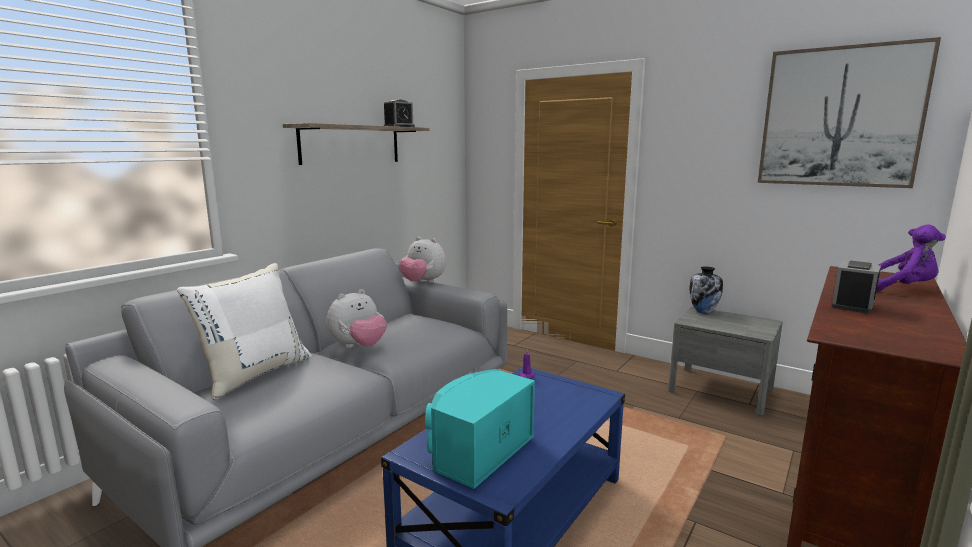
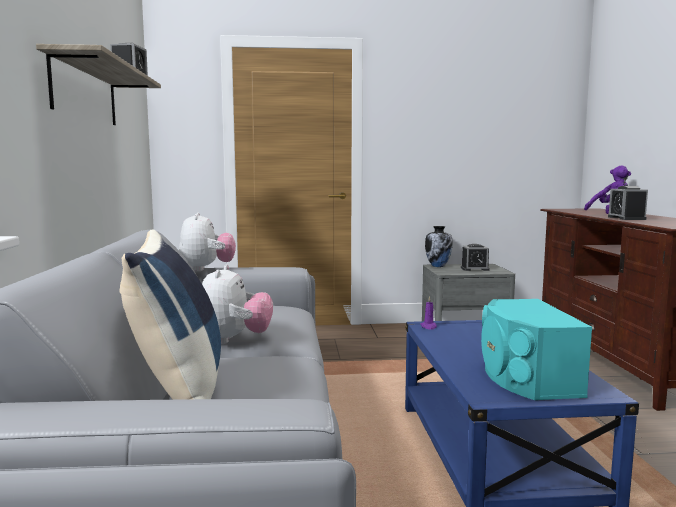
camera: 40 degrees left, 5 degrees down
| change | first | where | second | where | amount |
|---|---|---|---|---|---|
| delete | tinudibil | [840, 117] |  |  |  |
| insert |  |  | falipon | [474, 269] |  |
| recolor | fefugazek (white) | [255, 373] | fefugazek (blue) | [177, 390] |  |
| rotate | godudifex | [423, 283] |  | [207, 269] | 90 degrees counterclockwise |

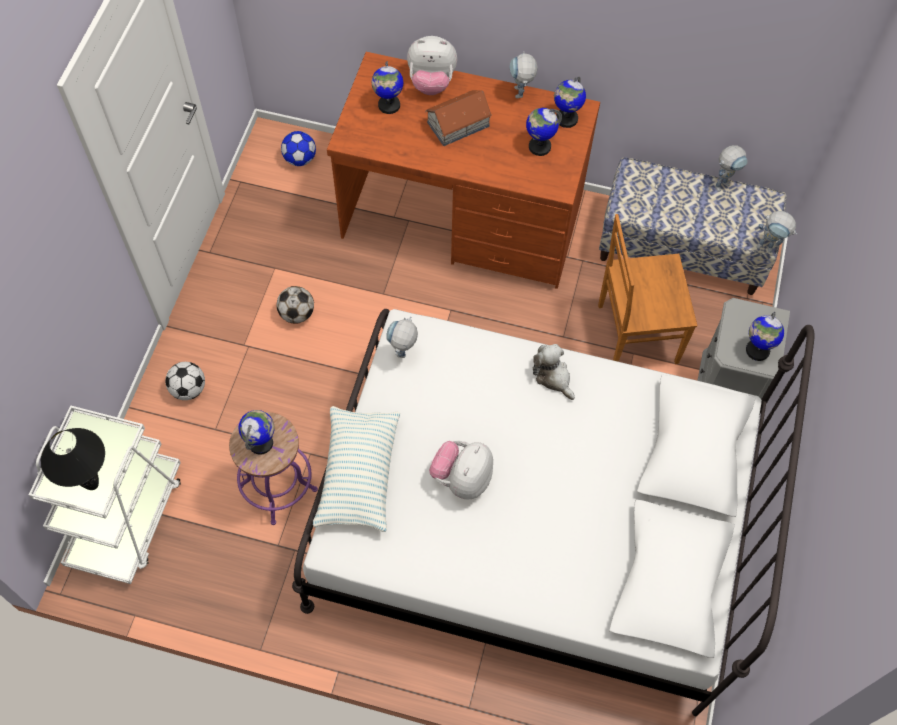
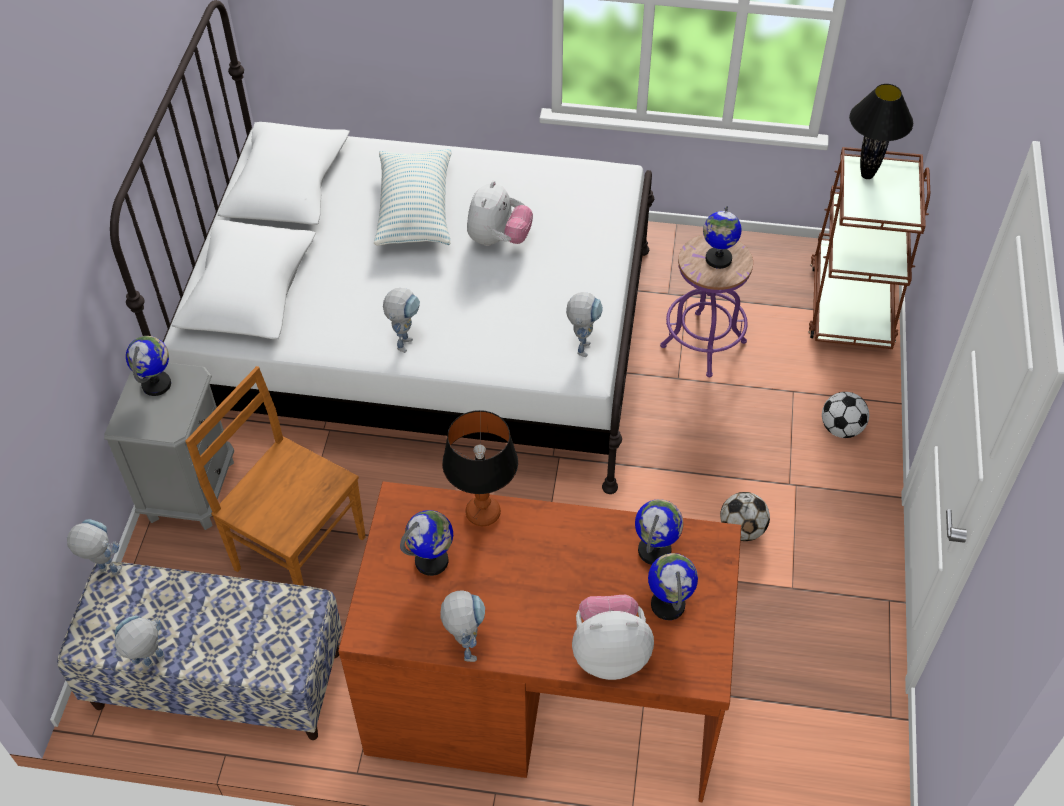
camera: 175 degrees right, 10 degrees down
| change | first | where | second | where | amount |
|---|---|---|---|---|---|
| delete | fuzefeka | [300, 159] |  |  |  |
| delete | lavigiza | [459, 124] |  |  |  |
| insert |  |  | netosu | [483, 513] |  |
| move | fefugazek | [358, 475] |  | [415, 210] |  |
| move | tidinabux | [566, 119] |  | [655, 550] |  |
| replace | godudifex | [553, 377] | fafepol | [405, 340] |  |
| recolor | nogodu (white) | [127, 517] | nogodu (brown) | [851, 303] |  |
| rotate | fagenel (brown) | [634, 334] |  | [297, 551] | 135 degrees counterclockwise |

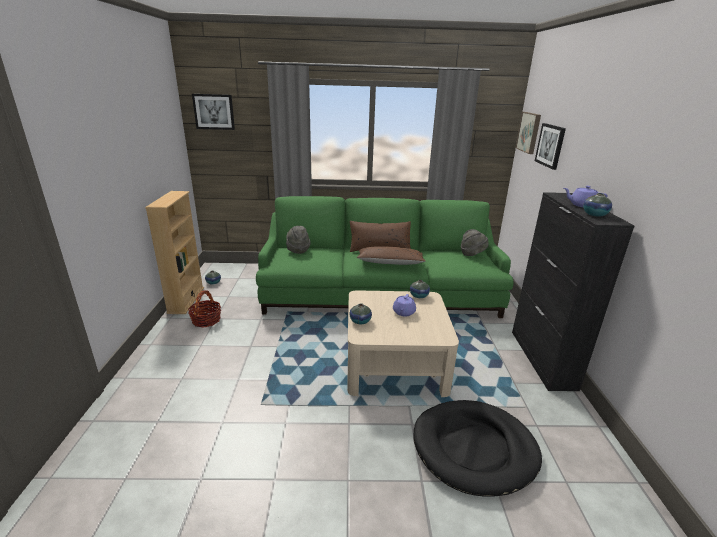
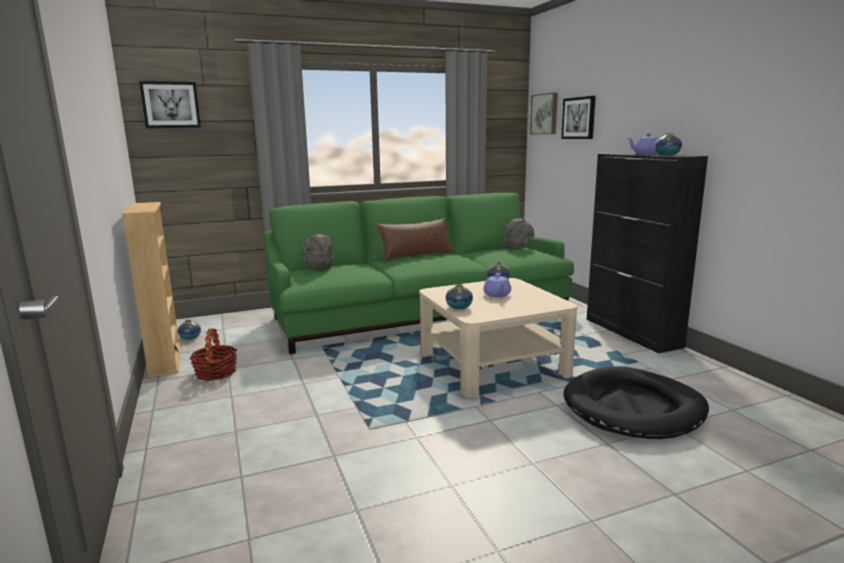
camera: 20 degrees left, 10 degrees down
| change | first | where | second | where | amount |
|---|---|---|---|---|---|
| delete | fefugazek (brown) | [390, 262] |  |  |  |

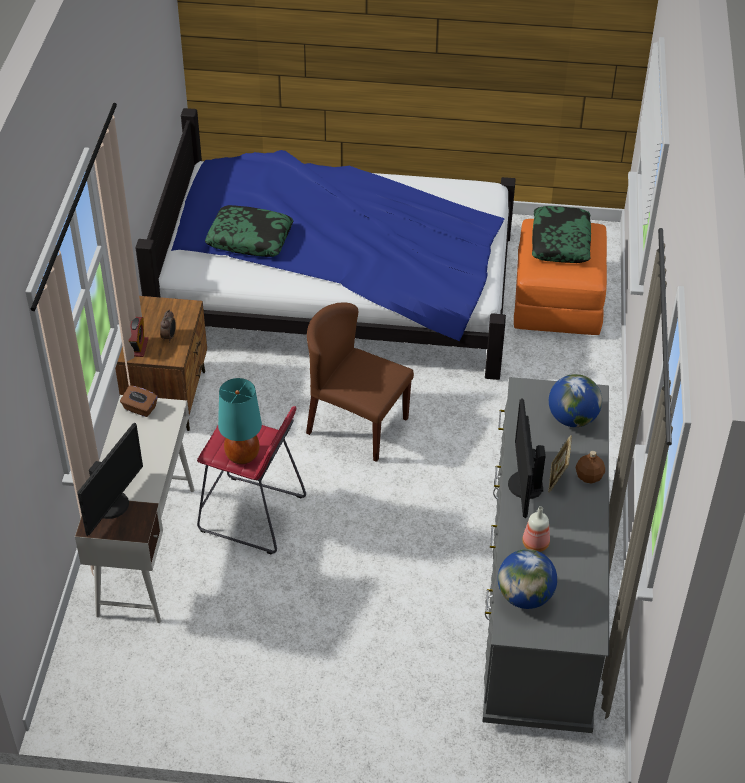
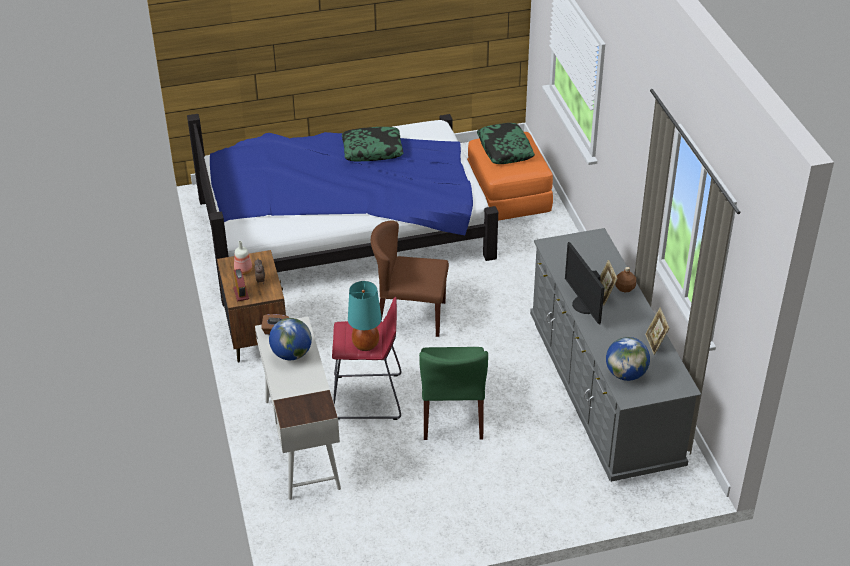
camera: 20 degrees left, 5 degrees down
| change | first | where | second | where | amount |
|---|---|---|---|---|---|
| delete | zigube | [112, 505] |  |  |  |
| insert |  |  | fagenel (green) | [453, 415] |  |
| insert |  |  | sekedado | [655, 344] |  |
| move | fefugazek | [250, 238] |  | [372, 150] |  |
| move | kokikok | [534, 543] |  | [243, 271] |  |
| move | tidinabux | [572, 419] |  | [291, 354] |  |

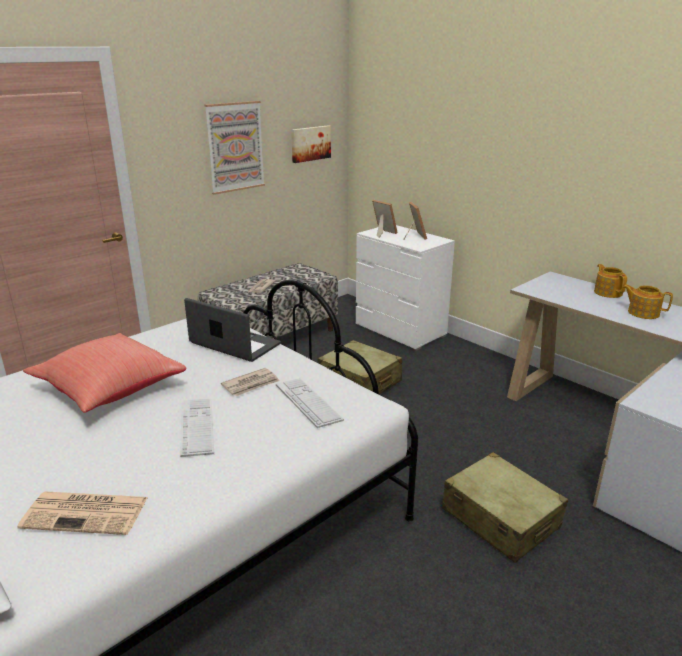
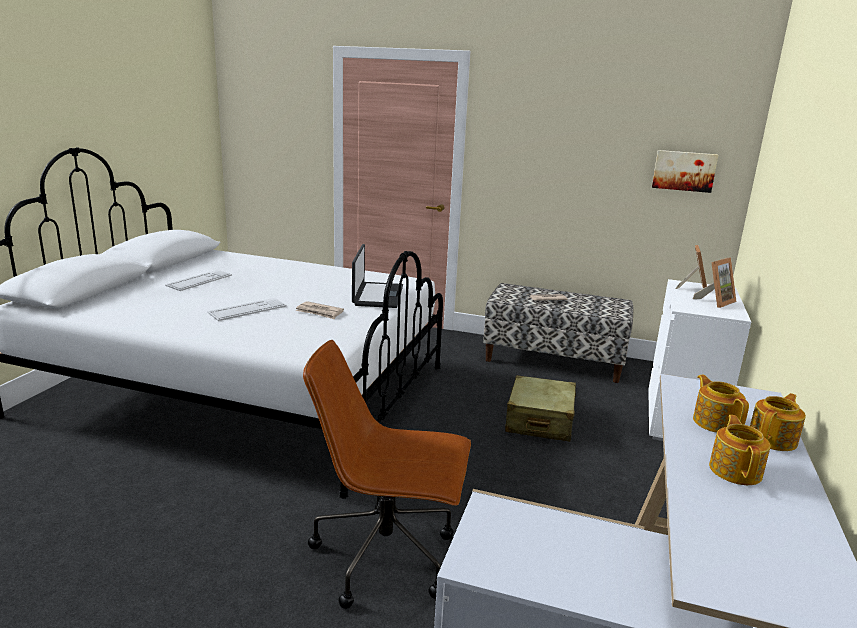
camera: 60 degrees right, 5 degrees down
| change | first | where | second | where | amount |
|---|---|---|---|---|---|
| delete | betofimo | [87, 512] |  |  |  |
| delete | fefugazek (red) | [108, 390] |  |  |  |
| delete | tinudibil | [235, 147] |  |  |  |
| insert |  |  | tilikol | [715, 422] |  |
| move | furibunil | [308, 402] |  | [199, 281] |  |
| replace | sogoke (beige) | [500, 518] | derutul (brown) | [387, 556] |  |

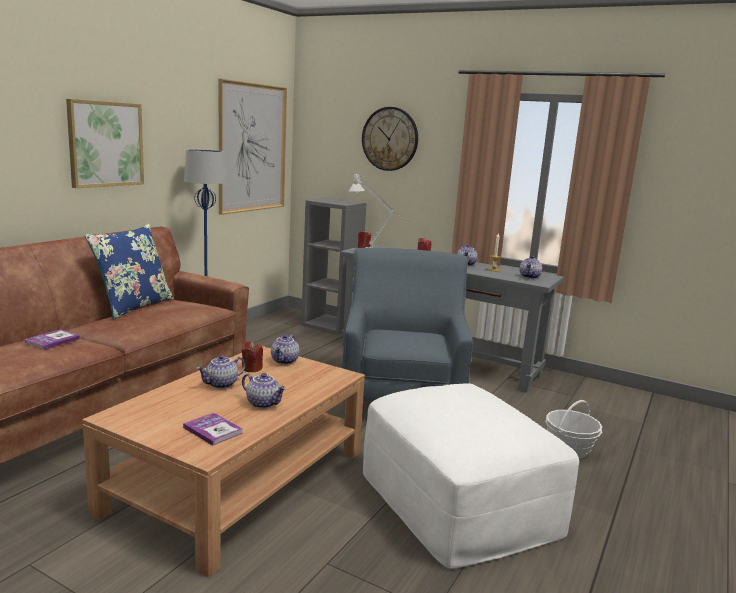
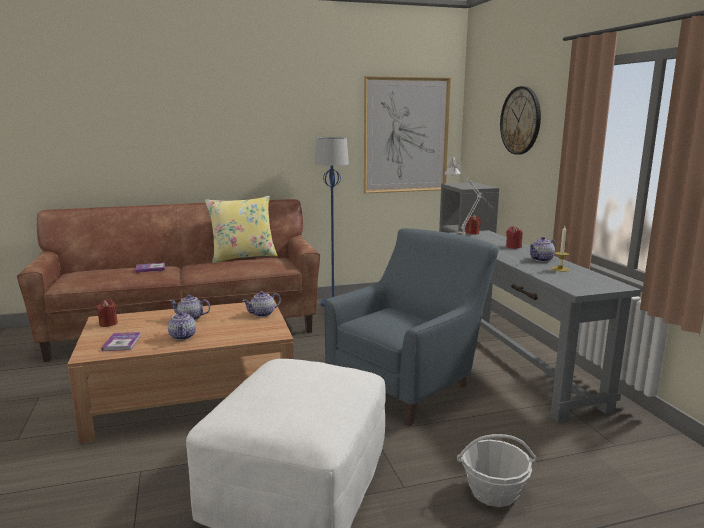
camera: 45 degrees right, 0 degrees up
| change | first | where | second | where | amount |
|---|---|---|---|---|---|
| delete | tinudibil | [105, 144] |  |  |  |
| delete | tilikol | [530, 277] |  |  |  |
| move | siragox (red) | [252, 368] |  | [108, 324] |  |
| recolor | fefugazek (blue) | [133, 306] | fefugazek (yellow) | [243, 257] |  |

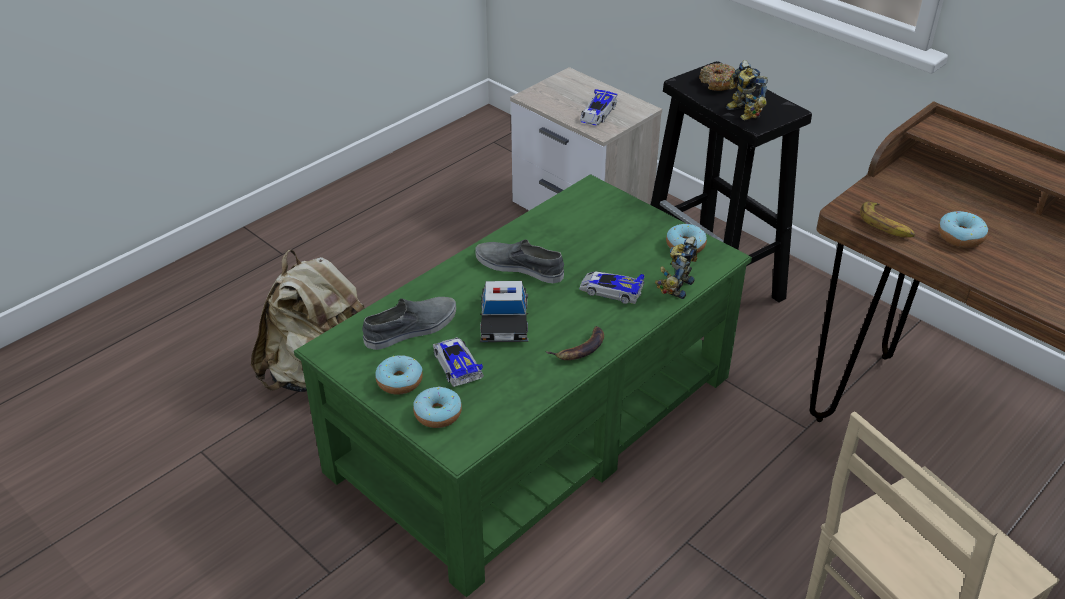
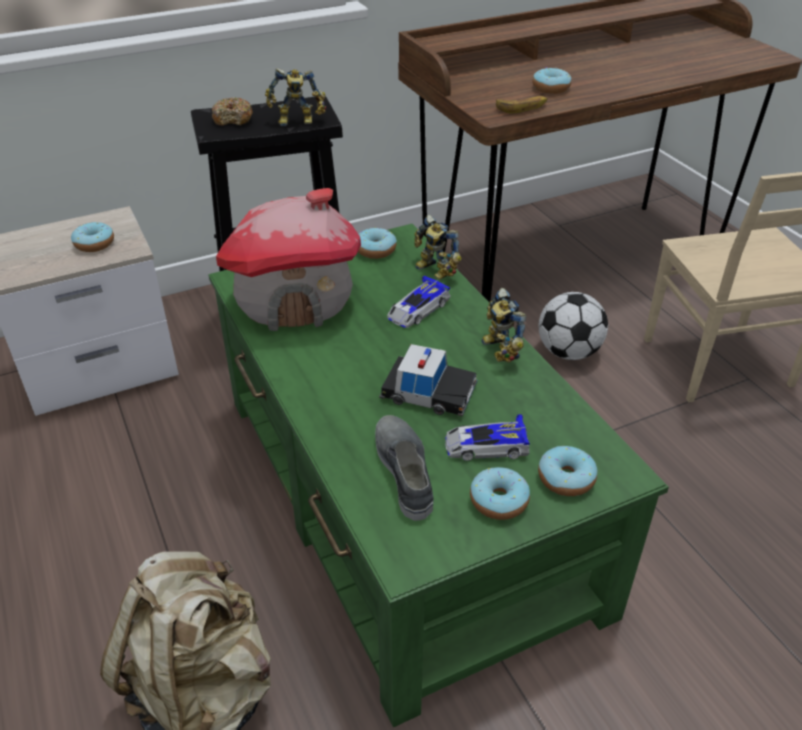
camera: 70 degrees left, 0 degrees up
| change | first | where | second | where | amount |
|---|---|---|---|---|---|
| delete | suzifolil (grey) | [520, 266] |  |  |  |
| insert |  |  | lavigiza | [296, 301] |  |
| insert |  |  | fuzefeka | [568, 352] |  |
| replace | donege | [580, 348] | fafepol | [497, 351] |  |
| replace | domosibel | [597, 113] | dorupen | [94, 244] |  |

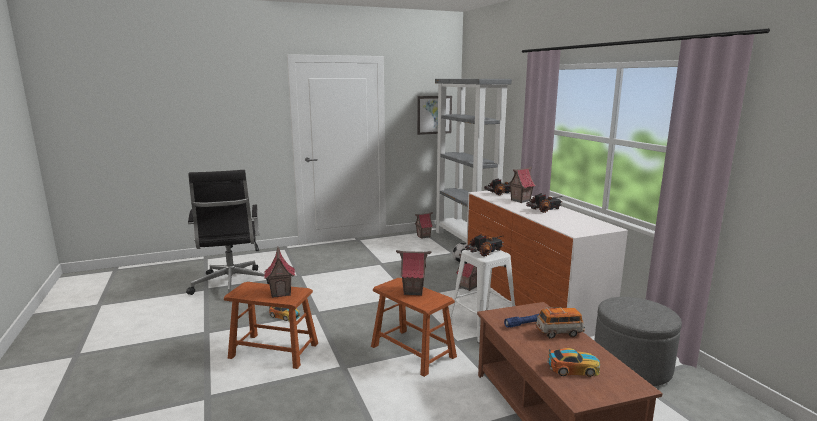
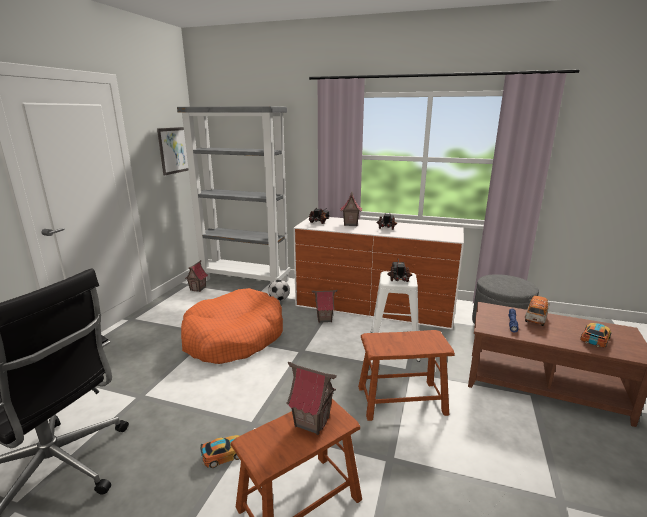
camera: 50 degrees left, 5 degrees up
| change | first | where | second | where | amount |
|---|---|---|---|---|---|
| delete | lavigiza | [413, 291] |  |  |  |
| insert |  |  | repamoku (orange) | [234, 337] |  |

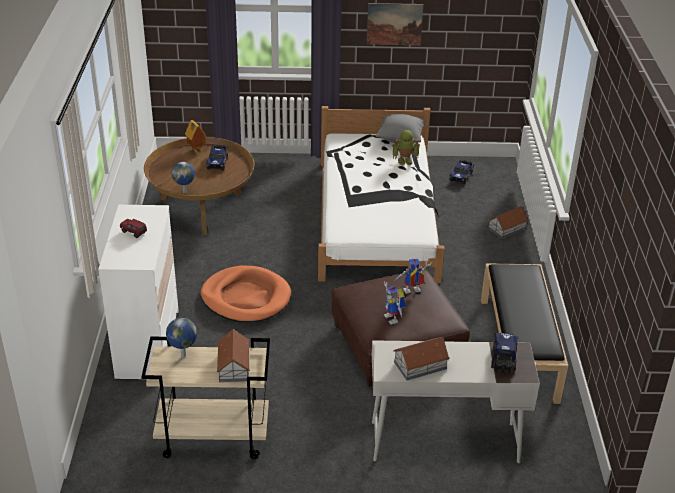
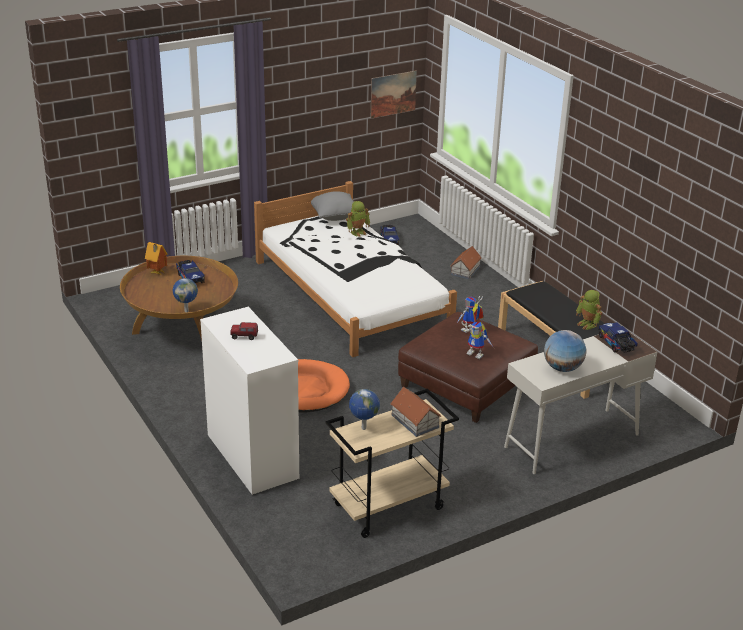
camera: 30 degrees left, 5 degrees down
| change | first | where | second | where | amount |
|---|---|---|---|---|---|
| insert |  |  | fafepol | [588, 324] |  |
| move | tinudibil | [394, 24] |  | [393, 94] |  |
| replace | lavigiza | [419, 365] | tidinabux | [562, 368] |  |

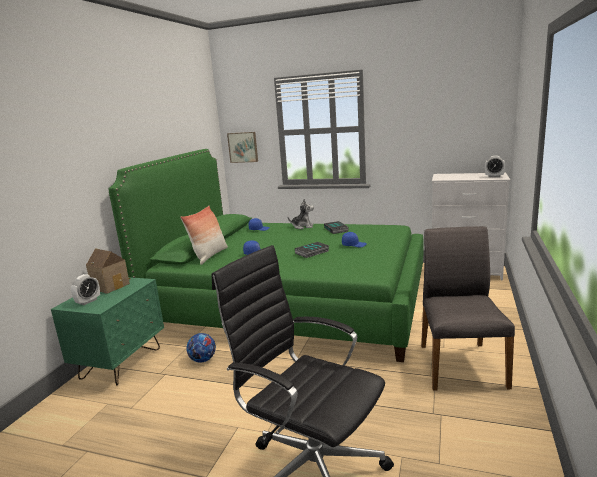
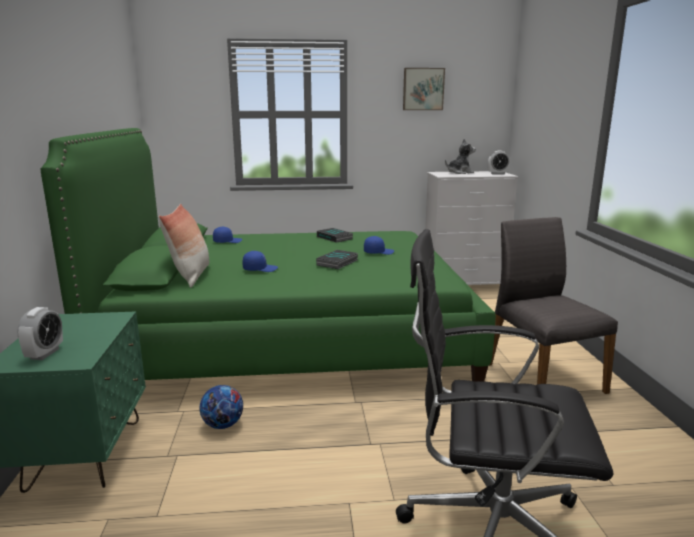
camera: 25 degrees left, 0 degrees up
| change | first | where | second | where | amount |
|---|---|---|---|---|---|
| delete | lavigiza | [112, 285] |  |  |  |
| move | tinudibil | [243, 147] |  | [423, 89] |  |
| move | godudifex | [303, 226] |  | [459, 172] |  |

